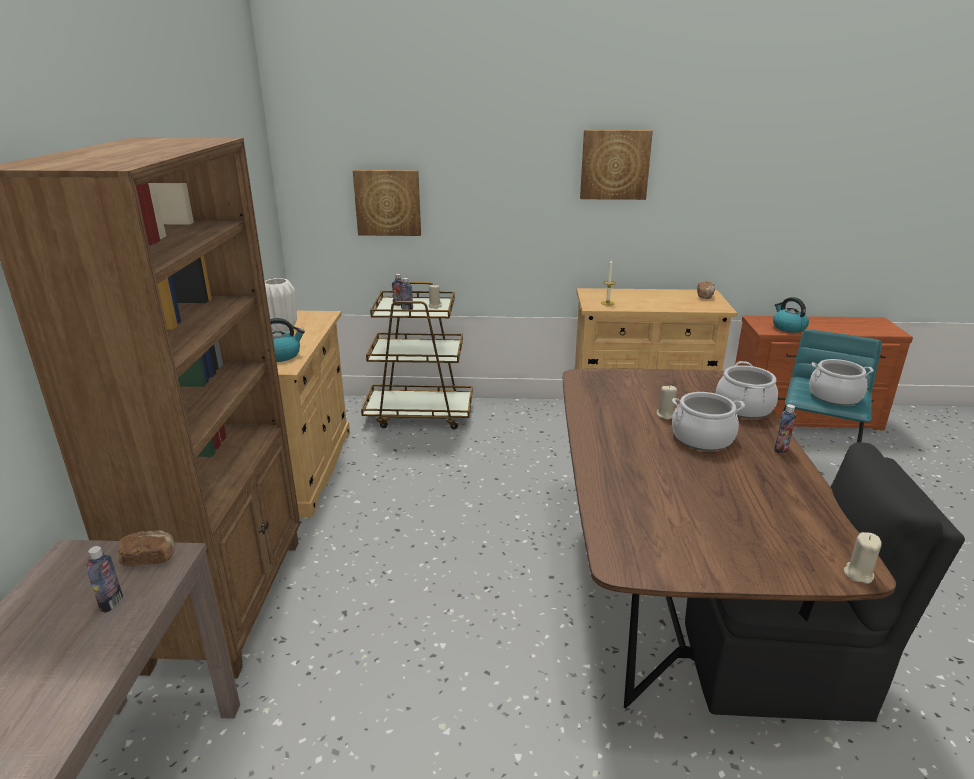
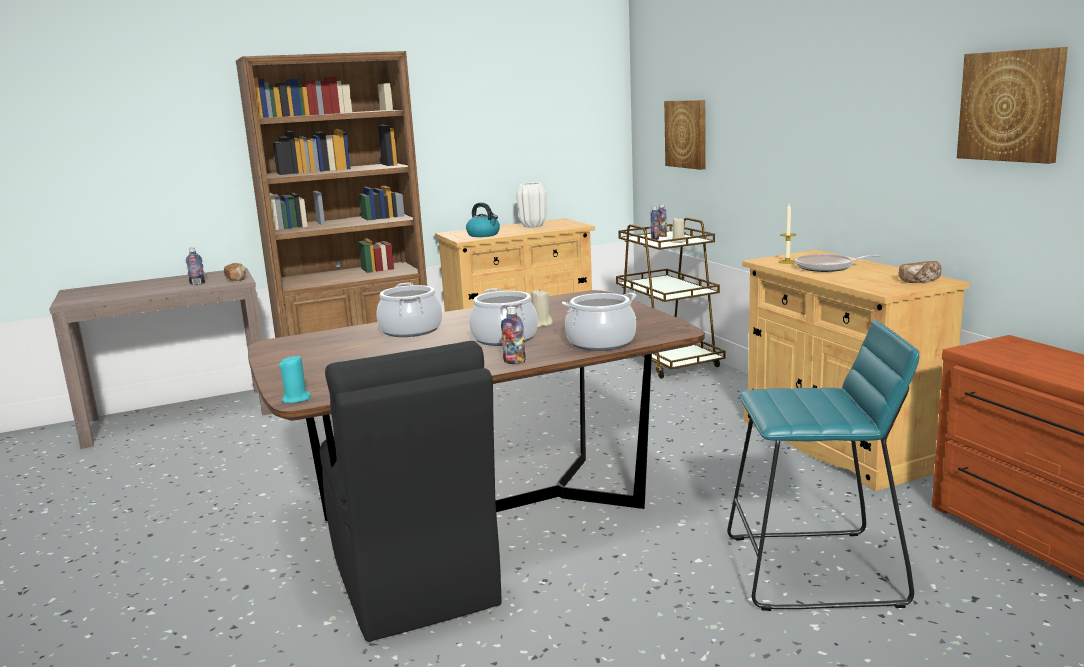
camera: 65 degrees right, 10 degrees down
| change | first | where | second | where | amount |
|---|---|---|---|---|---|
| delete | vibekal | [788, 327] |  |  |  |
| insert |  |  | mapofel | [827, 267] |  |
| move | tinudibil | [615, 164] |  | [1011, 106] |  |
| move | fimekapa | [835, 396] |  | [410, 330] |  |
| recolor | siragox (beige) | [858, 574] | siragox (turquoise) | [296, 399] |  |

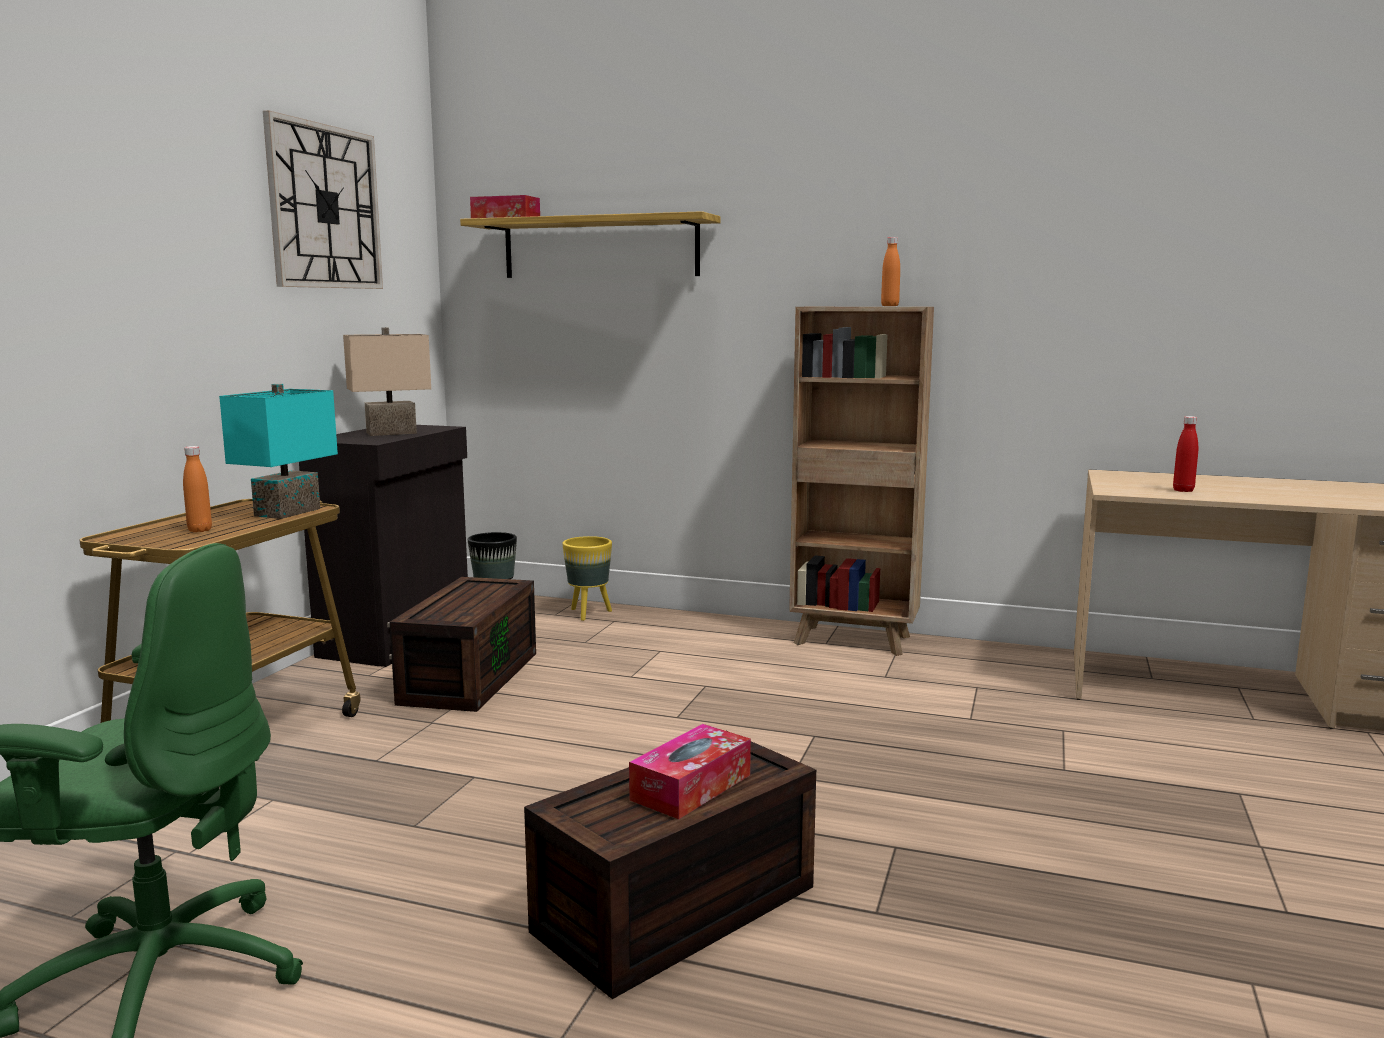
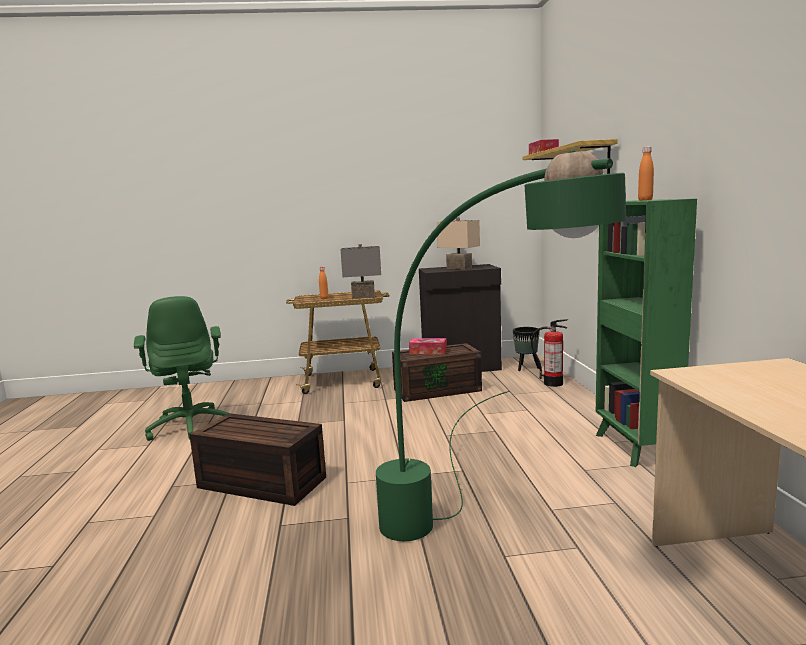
camera: 65 degrees right, 0 degrees up
| change | first | where | second | where | amount |
|---|---|---|---|---|---|
| delete | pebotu | [325, 207] |  |  |  |
| delete | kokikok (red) | [1183, 490] |  |  |  |
| insert |  |  | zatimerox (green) | [473, 543] |  |
| move | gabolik | [691, 787] |  | [428, 351] |  |
| replace | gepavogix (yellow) | [588, 613] | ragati | [553, 383] |  |
| recolor | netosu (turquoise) | [289, 513] | netosu (grey) | [363, 297] |  |
| recolor | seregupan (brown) | [855, 640] | seregupan (green) | [635, 448] |  |

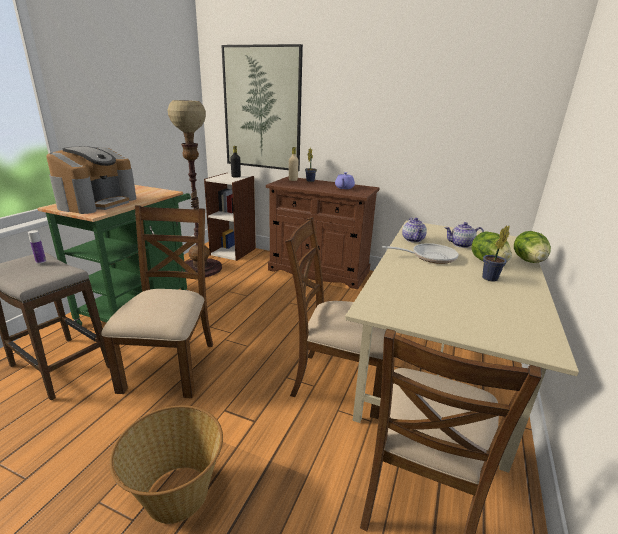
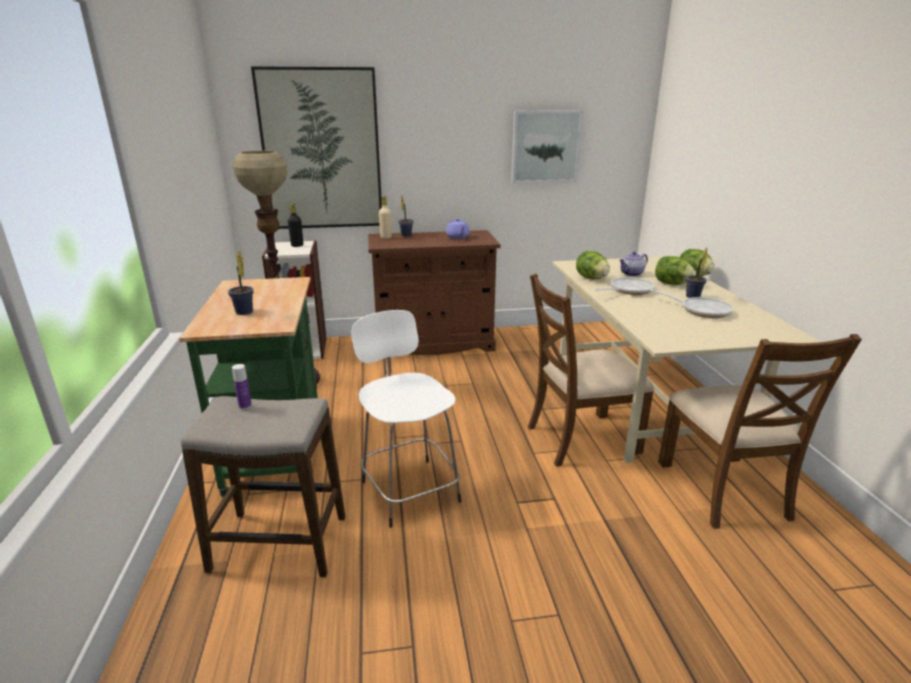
camera: 30 degrees left, 0 degrees up
| change | first | where | second | where | amount |
|---|---|---|---|---|---|
| delete | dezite | [176, 495] |  |  |  |
| insert |  |  | tinudibil | [545, 147] |  |
| insert |  |  | mapofel | [701, 310] |  |
| replace | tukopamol | [97, 203] | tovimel | [244, 313] |  |
| replace | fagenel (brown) | [171, 365] | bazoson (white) | [409, 489] |  |
| replace | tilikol | [413, 240] | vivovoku | [591, 278] |  |

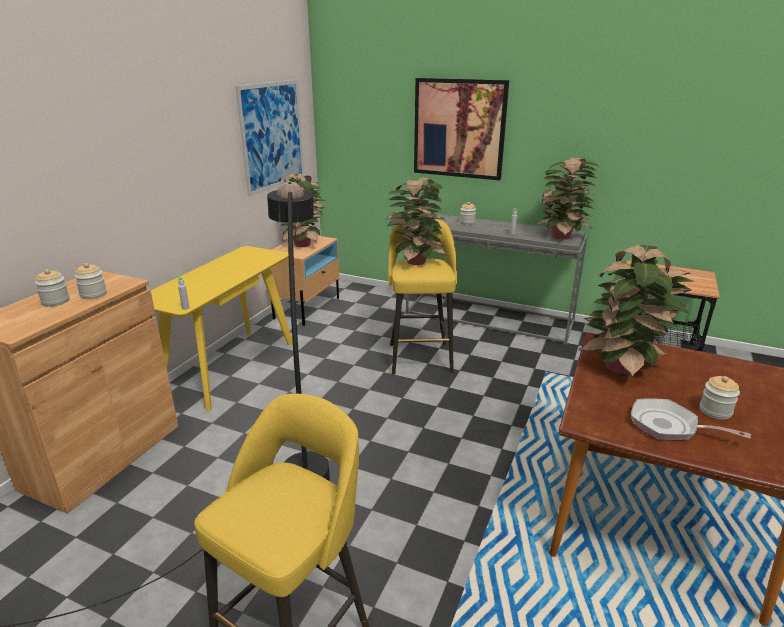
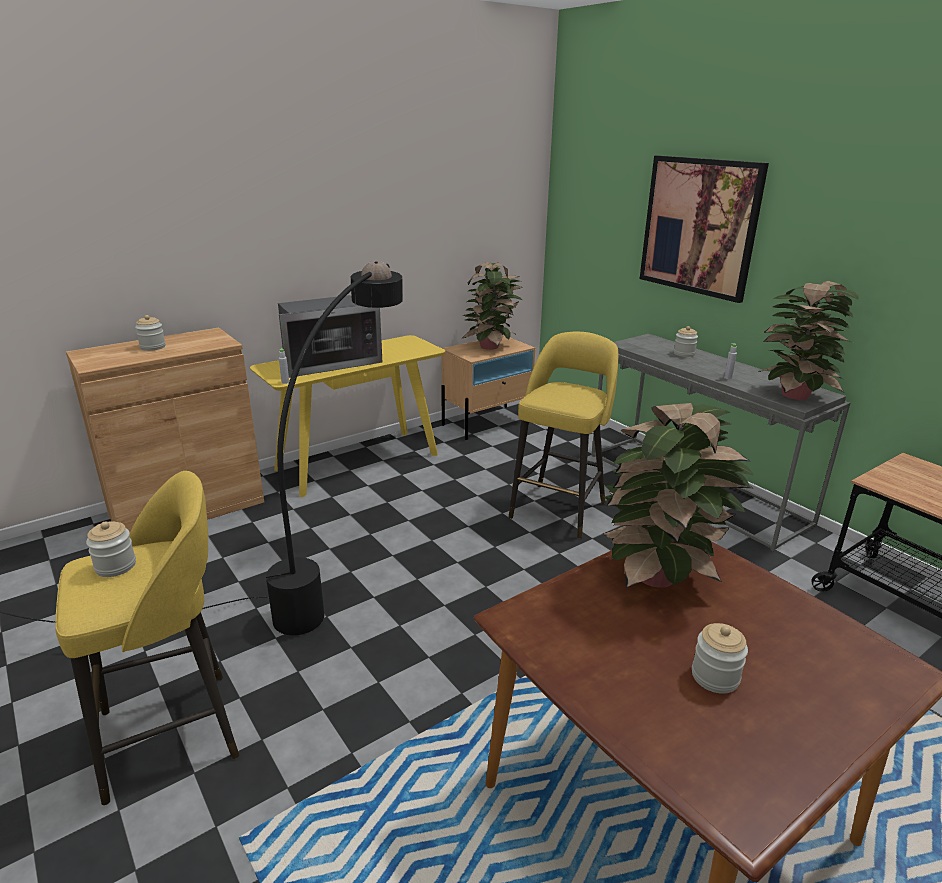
camera: 30 degrees right, 0 degrees up
| change | first | where | second | where | amount |
|---|---|---|---|---|---|
| delete | tinudibil | [272, 135] |  |  |  |
| delete | tovimel | [415, 262] |  |  |  |
| delete | mapofel | [669, 426] |  |  |  |
| insert |  |  | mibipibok | [328, 362] |  |
| move | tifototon | [93, 294] |  | [115, 566] |  |

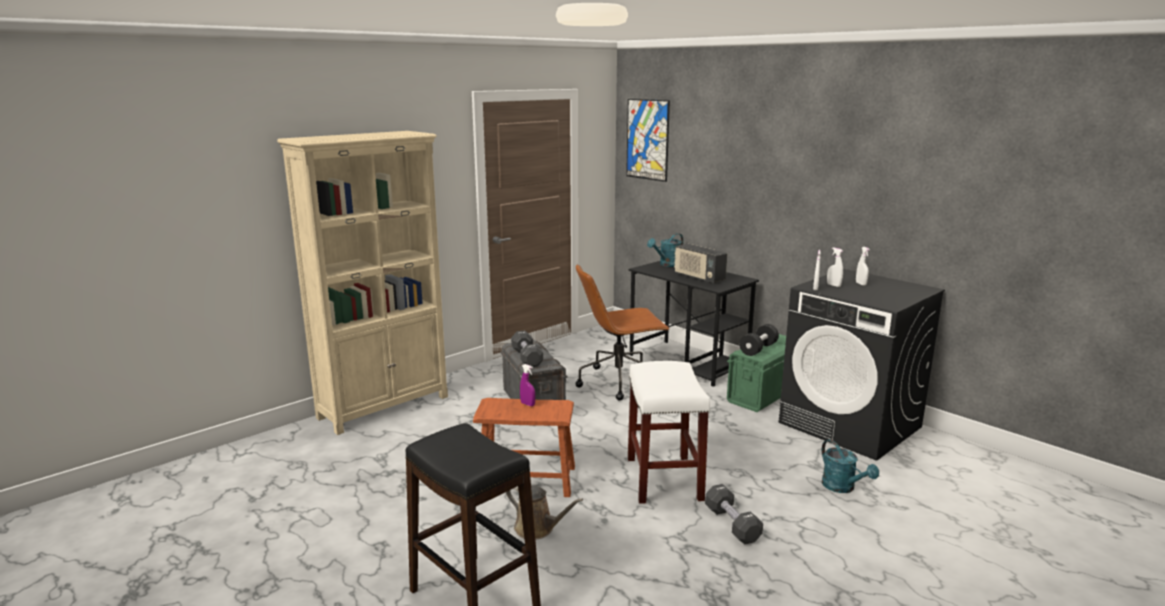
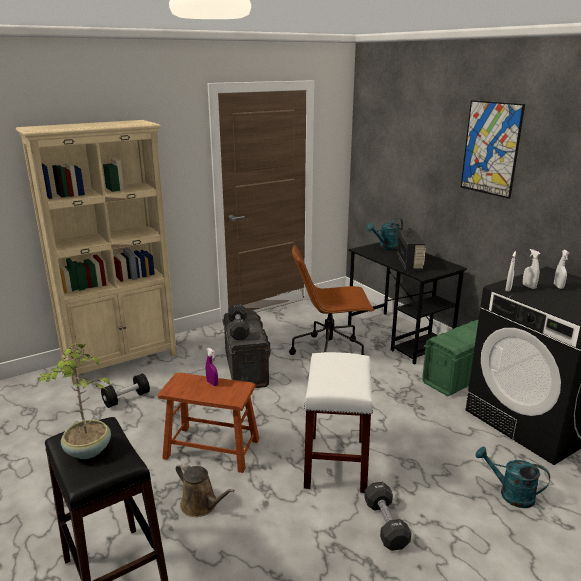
camera: 10 degrees right, 5 degrees up
| change | first | where | second | where | amount |
|---|---|---|---|---|---|
| insert |  |  | tovimel | [87, 451] |  |
| move | tinudibil | [647, 139] |  | [491, 148] |  |
| move | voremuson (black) | [758, 349] |  | [126, 399] |  |
| rotate | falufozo | [699, 278] |  | [409, 263] | 150 degrees counterclockwise |
| rotate | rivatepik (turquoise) | [843, 487] |  | [510, 494] | 135 degrees clockwise |

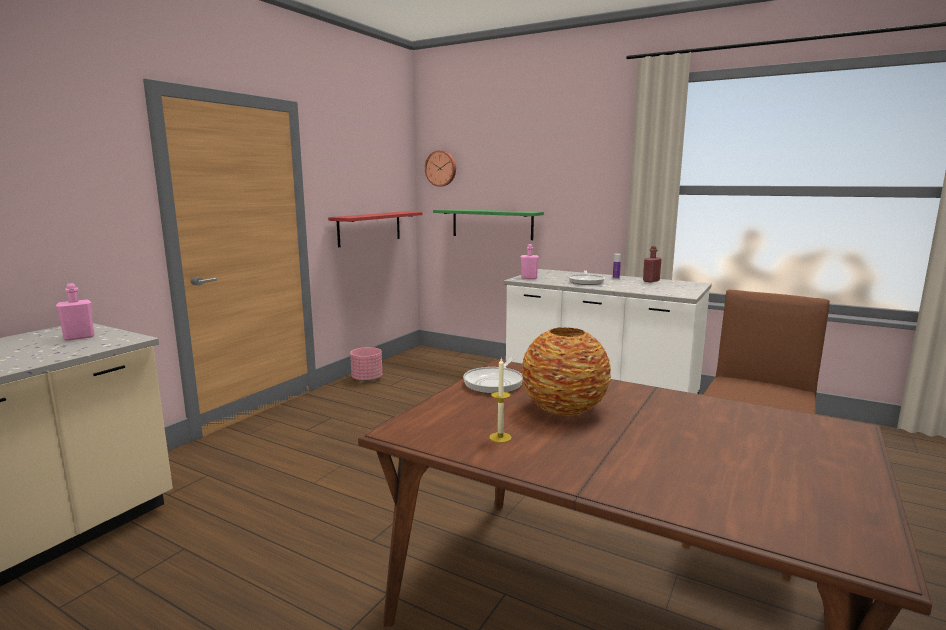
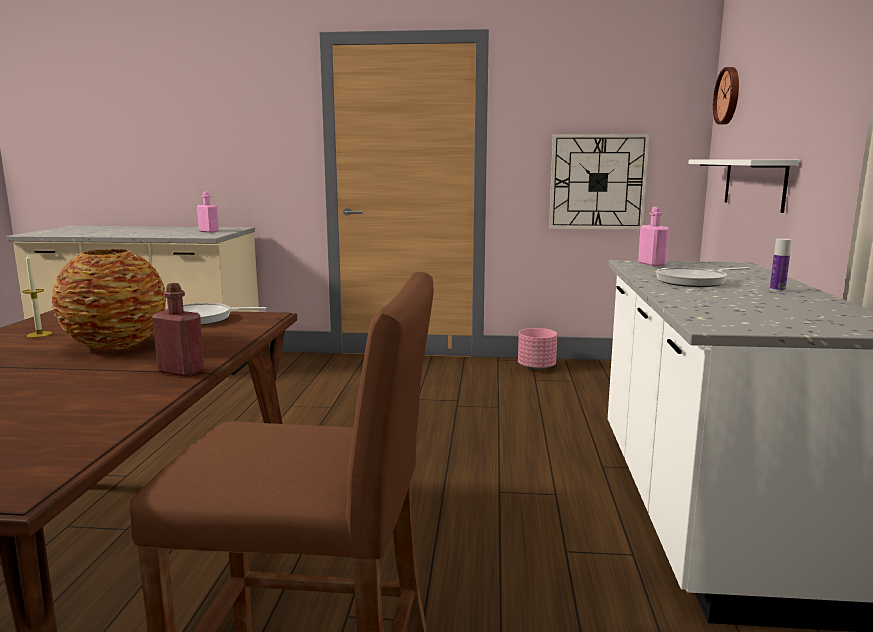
camera: 65 degrees right, 0 degrees up
| change | first | where | second | where | amount |
|---|---|---|---|---|---|
| move | kokikok (red) | [651, 281] |  | [181, 371] |  |
| replace | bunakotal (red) | [369, 228] | pebotu | [597, 182] |  |
| recolor | bunakotal (green) | [492, 224] | bunakotal (white) | [754, 183] |  |

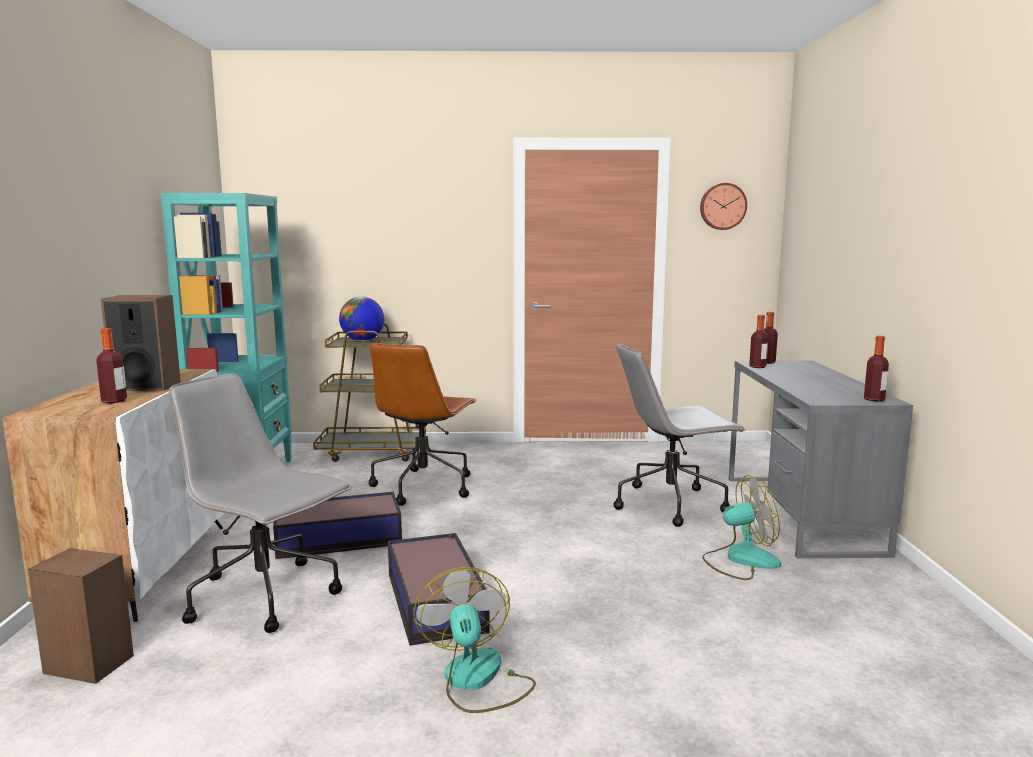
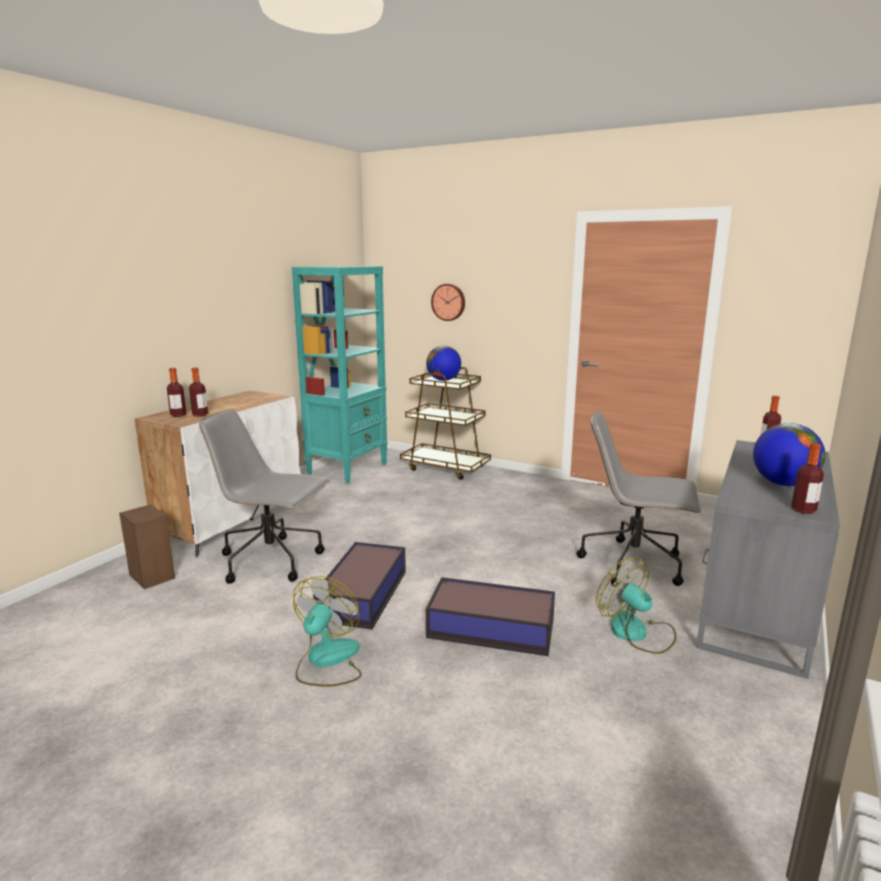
camera: 30 degrees right, 5 degrees up
| change | first | where | second | where | amount |
|---|---|---|---|---|---|
| delete | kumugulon | [146, 386] |  |  |  |
| delete | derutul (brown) | [423, 486] |  |  |  |
| insert |  |  | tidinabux | [783, 484] |  |
| move | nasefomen | [336, 538] |  | [489, 628] |  |
| move | pebotu | [722, 206] |  | [449, 302] |  |
| move | kokikok | [757, 367] |  | [178, 415] |  |
| rotate | derutul (grey) | [266, 597] |  | [273, 561] | 45 degrees counterclockwise |
| rotate | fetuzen | [740, 560] |  | [636, 633] | 150 degrees counterclockwise |

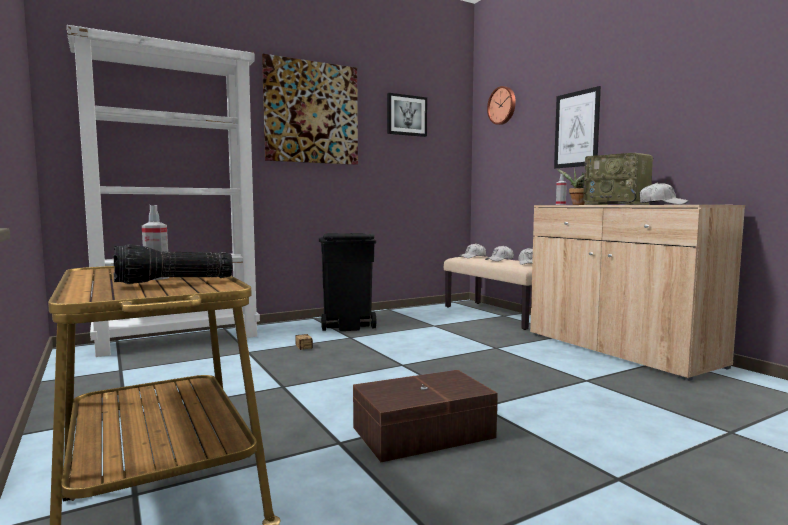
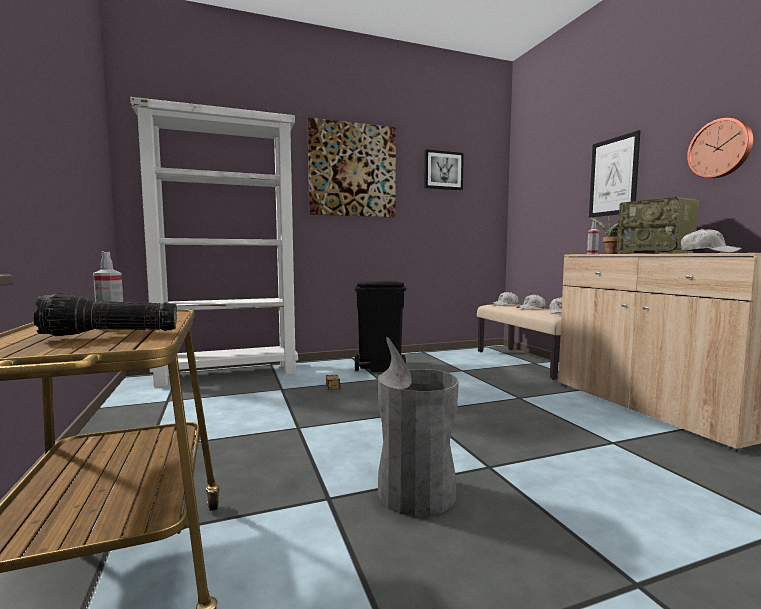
camera: 10 degrees right, 0 degrees up
| change | first | where | second | where | amount |
|---|---|---|---|---|---|
| move | pebotu | [502, 105] |  | [720, 148] |  |
| replace | nasefomen (brown) | [421, 432] | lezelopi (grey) | [416, 493] |  |

